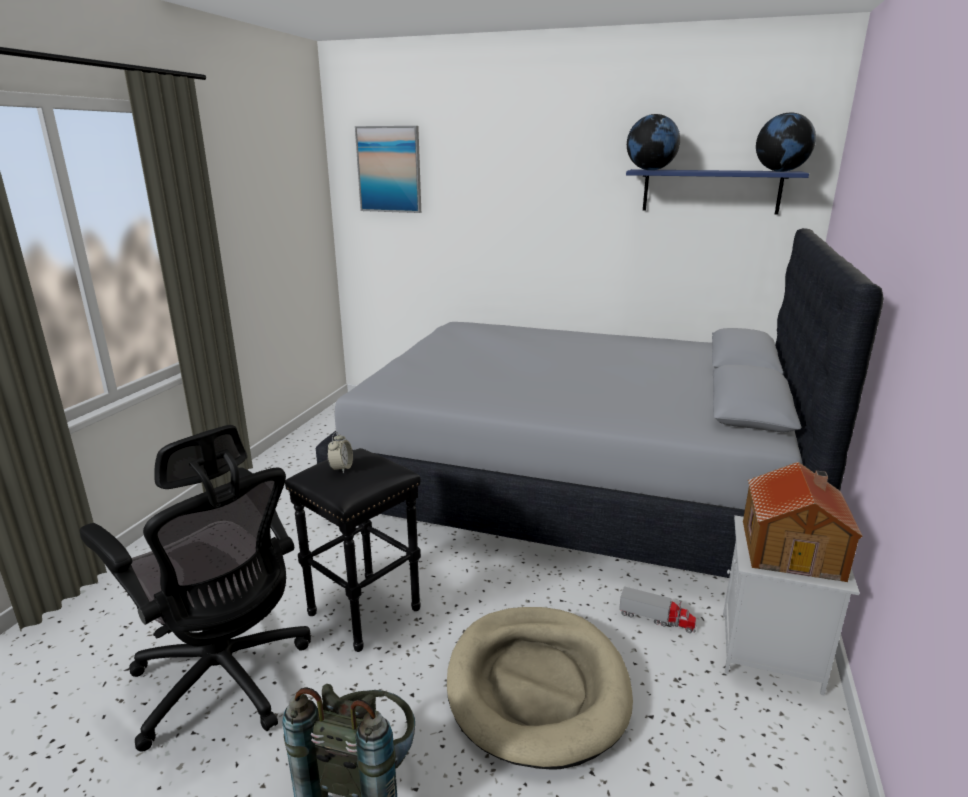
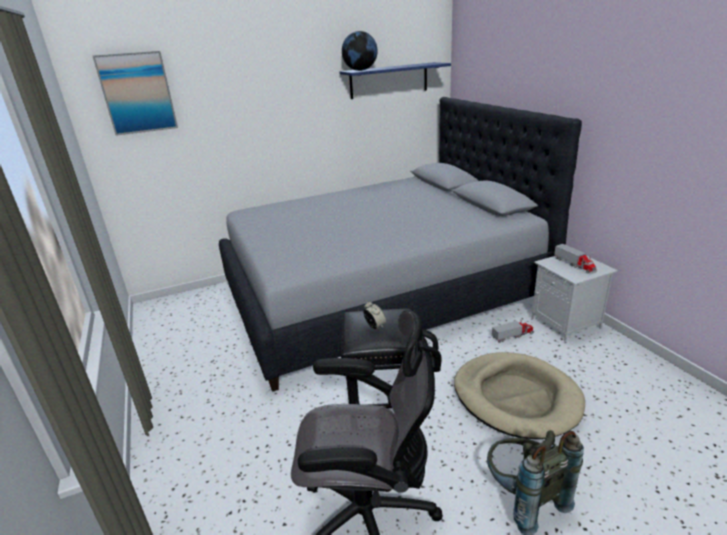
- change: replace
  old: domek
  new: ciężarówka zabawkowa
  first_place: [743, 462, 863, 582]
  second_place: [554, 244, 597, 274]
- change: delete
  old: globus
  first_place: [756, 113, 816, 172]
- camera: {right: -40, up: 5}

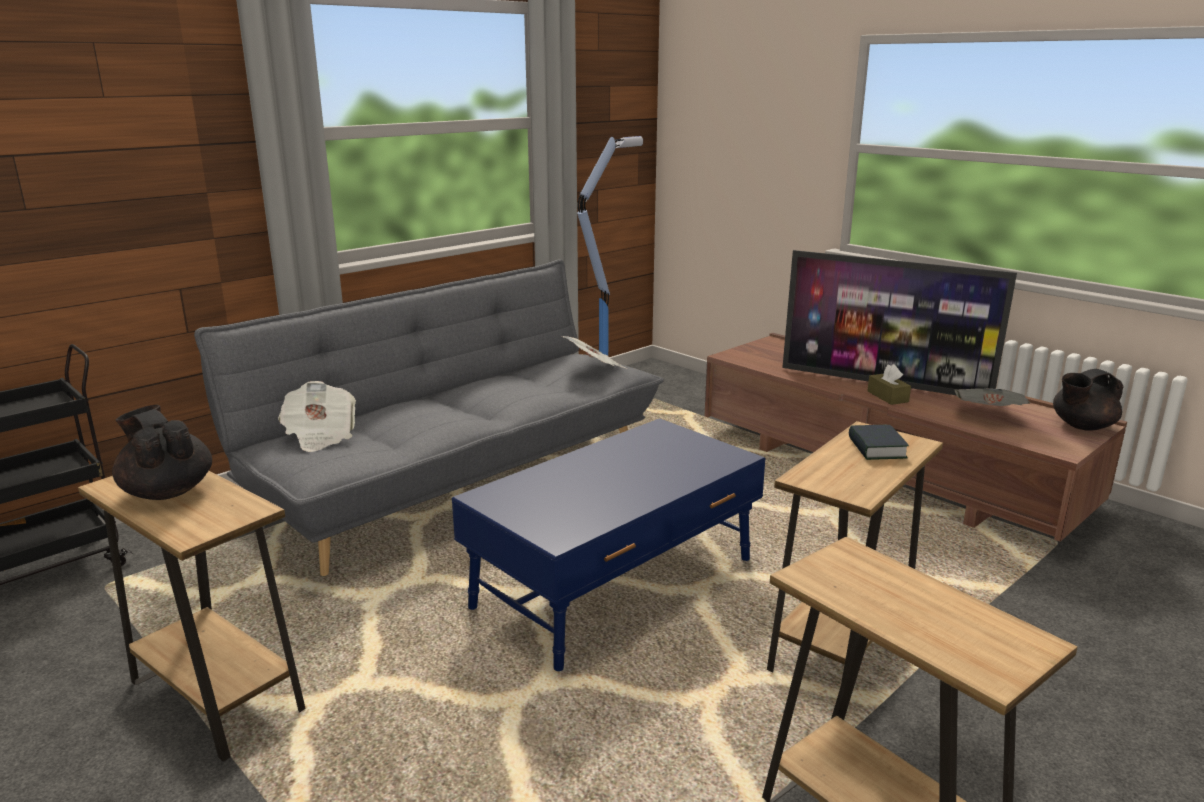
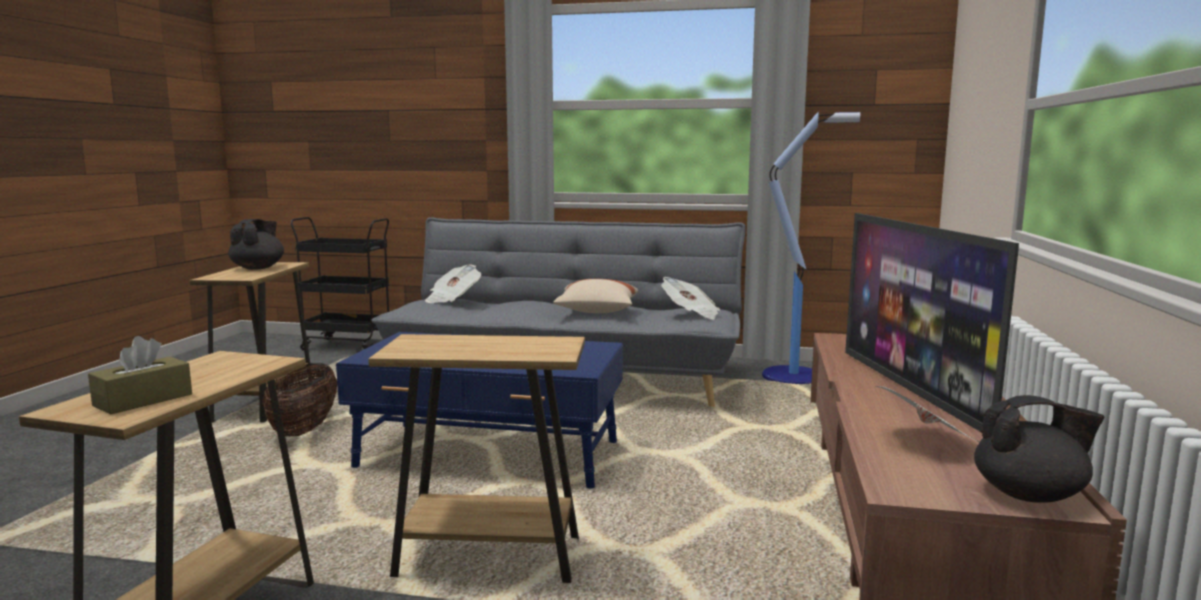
- change: delete
  old: książka
  first_place: [849, 425, 909, 460]
- change: move
  old: pudełko chusteczek (brązowy)
  first_place: [868, 364, 911, 405]
  second_place: [88, 336, 192, 415]
- change: rotate
  old: imbryk (czarny)
  first_place: [1053, 369, 1124, 431]
  second_place: [974, 395, 1104, 503]
  degrees: 150
- change: insert
  new: koszyk
  second_place: [262, 363, 337, 437]
- change: insert
  new: poduszka (beżowy)
  second_place: [553, 279, 638, 313]
- camera: {right: 55, up: -10}

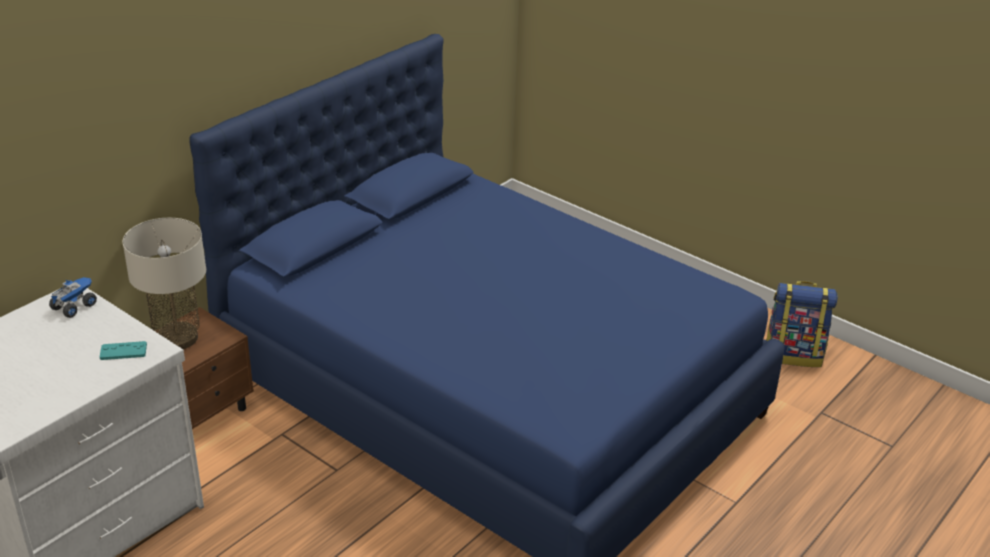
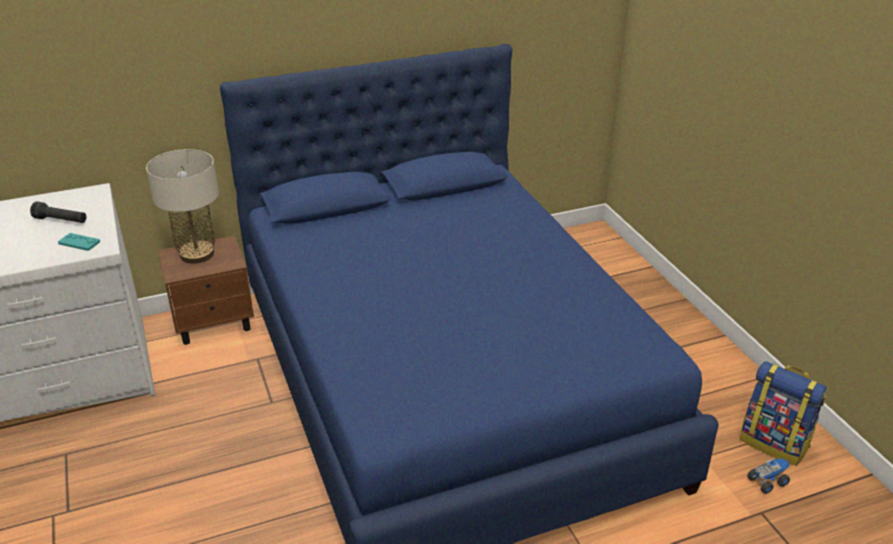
- change: move
  old: ciężarówka zabawkowa
  first_place: [49, 277, 97, 318]
  second_place: [747, 459, 790, 494]
- change: insert
  new: latarka (czarny)
  second_place: [30, 201, 87, 223]
- camera: {right: 30, up: 0}

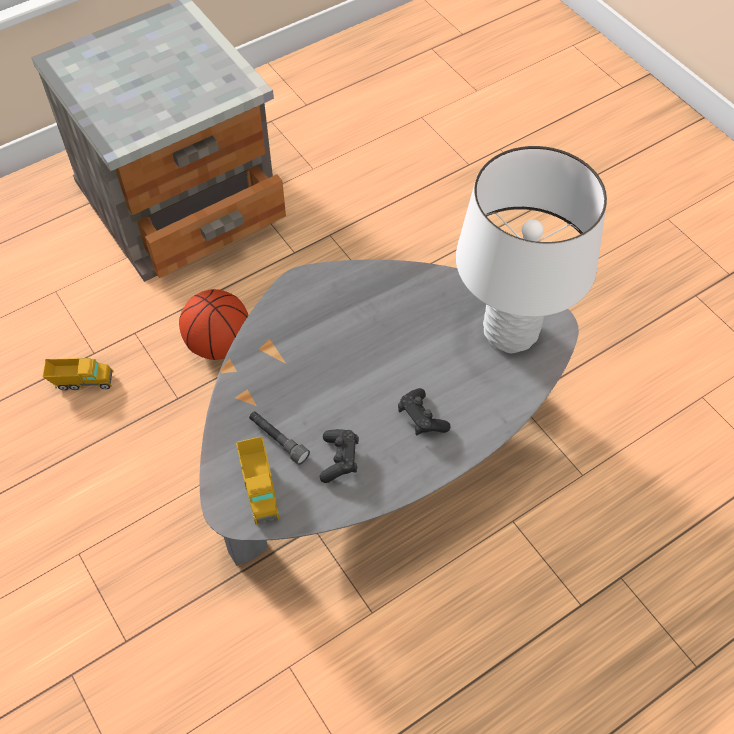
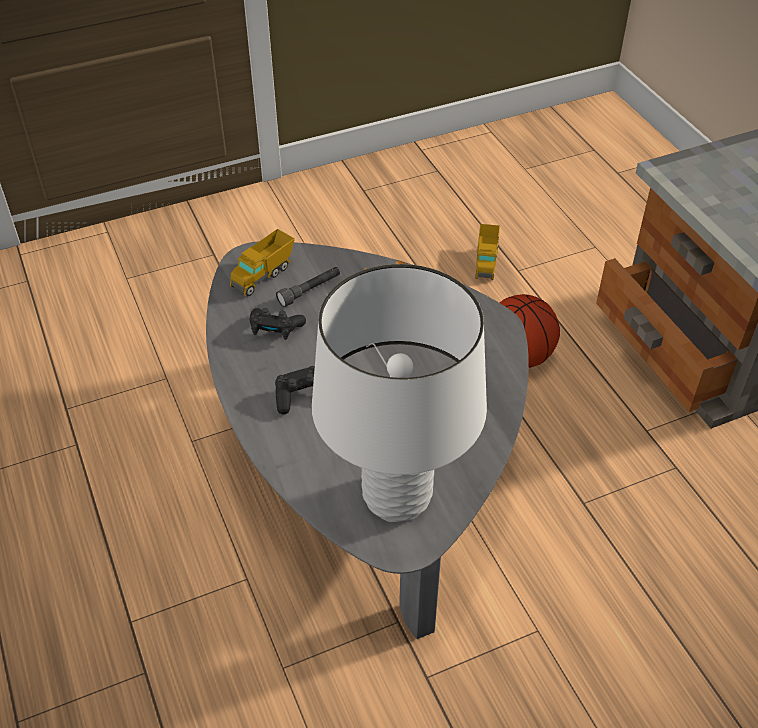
- change: rotate
  old: ciężarówka zabawkowa
  first_place: [236, 436, 279, 525]
  second_place: [230, 229, 295, 296]
  degrees: -45
- camera: {right: 100, up: -10}

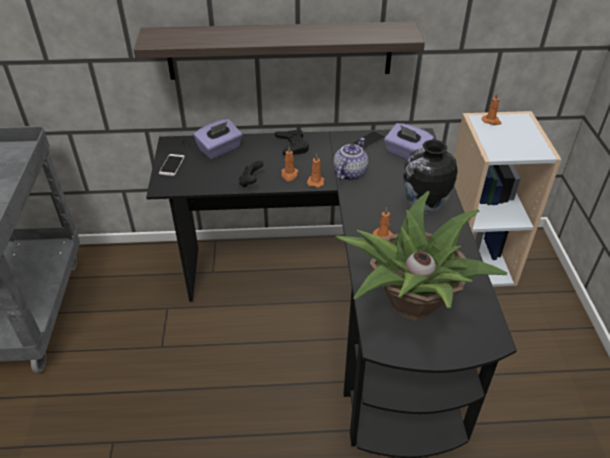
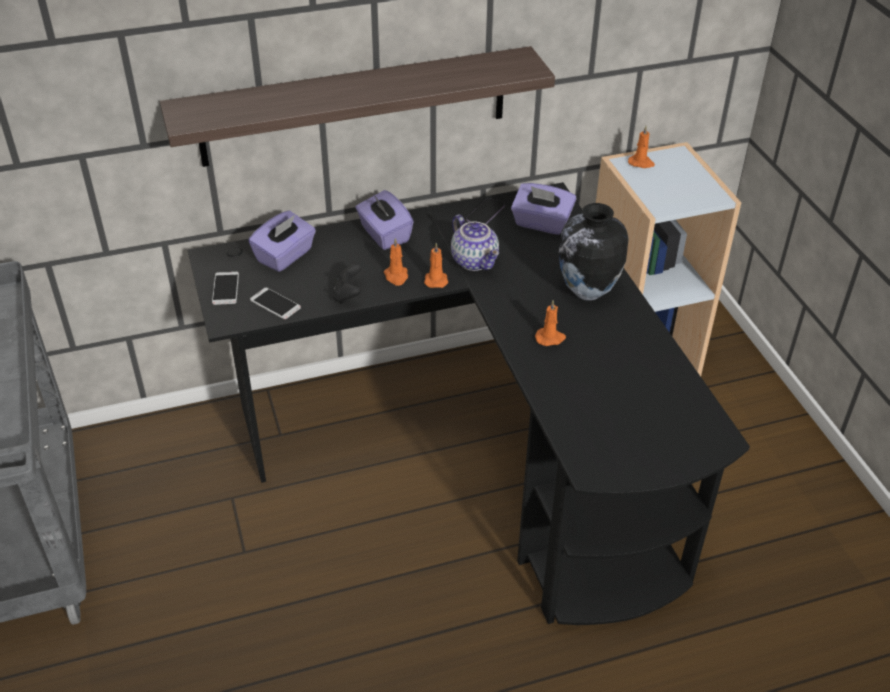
- change: replace
  old: pad do gier (czarny)
  new: pudełko chusteczek (fioletowy)
  first_place: [275, 129, 309, 155]
  second_place: [356, 190, 414, 250]
- change: rotate
  old: imbryk
  first_place: [333, 138, 369, 180]
  second_place: [451, 214, 499, 271]
  degrees: 135
- change: delete
  old: roślina doniczkowa
  first_place: [335, 191, 507, 321]
- change: insert
  new: telefon
  second_place: [250, 288, 301, 319]
- camera: {right: -15, up: 0}

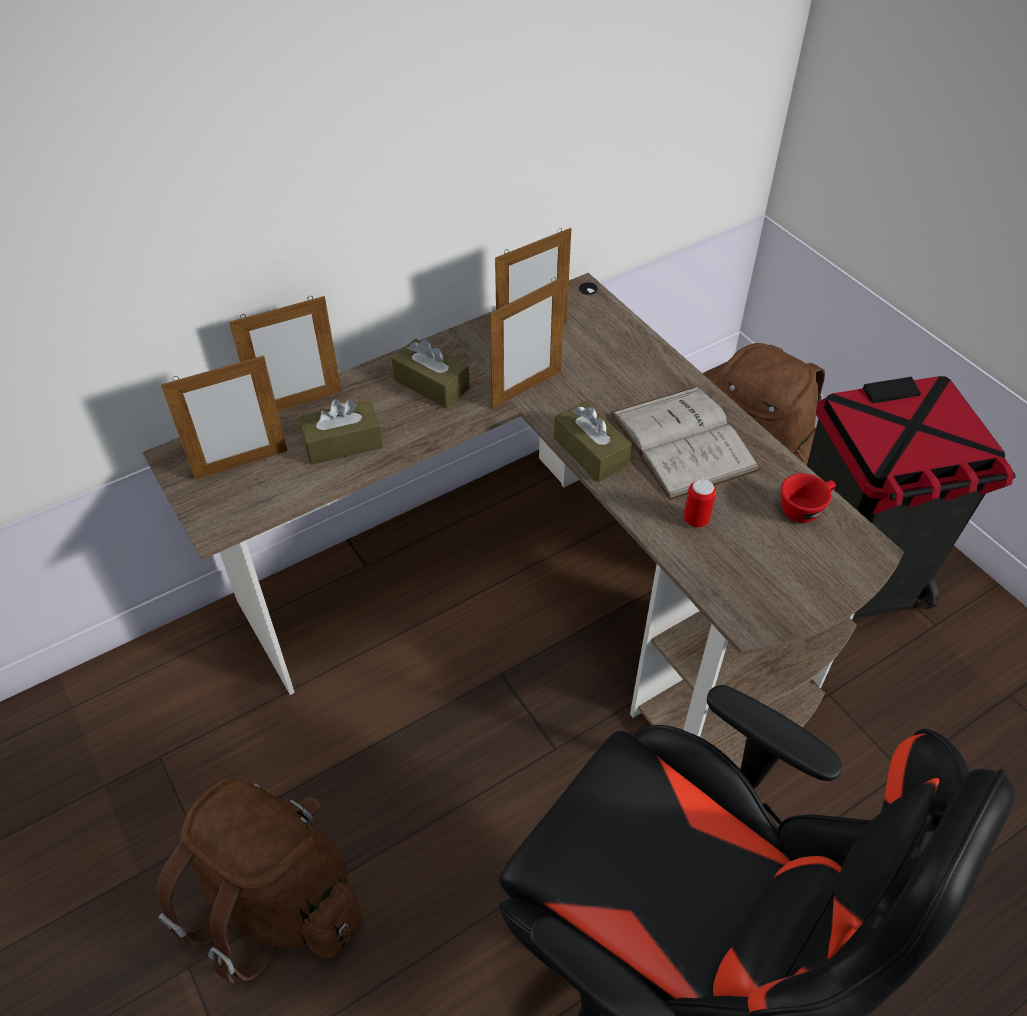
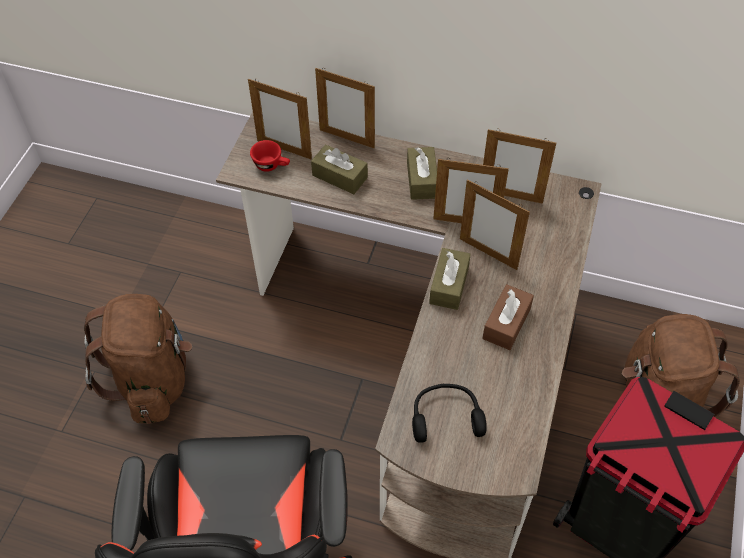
- change: replace
  old: książka (biały)
  new: pudełko chusteczek (brązowy)
  first_place: [611, 387, 760, 500]
  second_place: [482, 284, 534, 350]
- change: delete
  old: puszka
  first_place: [683, 479, 716, 528]
- change: move
  old: filiżanka (czerwony)
  first_place: [781, 473, 836, 523]
  second_place: [250, 140, 290, 172]
- change: insert
  new: słuchawki (czarny)
  second_place: [412, 383, 487, 443]
- change: insert
  new: ramka na zdjęcie
  second_place: [460, 179, 530, 270]
- camera: {right: 50, up: 5}

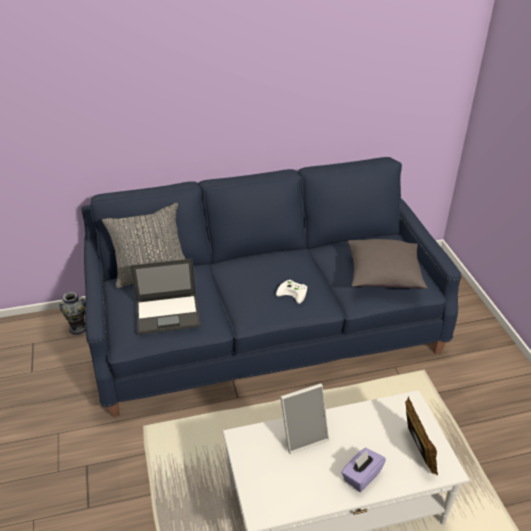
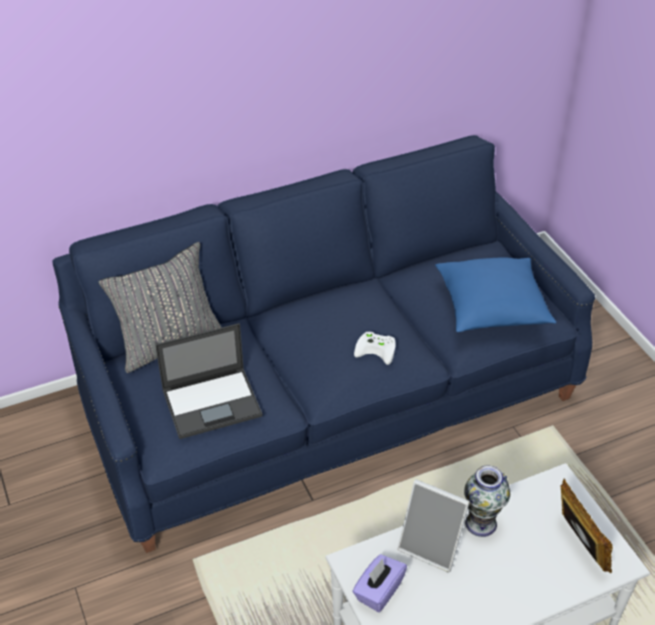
- change: move
  old: wazon
  first_place: [60, 292, 86, 335]
  second_place: [464, 466, 510, 537]
- change: rotate
  old: ramka na zdjęcie
  first_place: [280, 383, 329, 454]
  second_place: [397, 479, 470, 573]
  degrees: 60
- change: move
  old: pudełko chusteczek (fioletowy)
  first_place: [341, 448, 386, 492]
  second_place: [352, 554, 407, 612]
- change: recolor
  old: poduszka (szary)
  new: poduszka (niebieski)
  first_place: [347, 239, 427, 289]
  second_place: [435, 257, 556, 332]
- camera: {right: -10, up: 5}

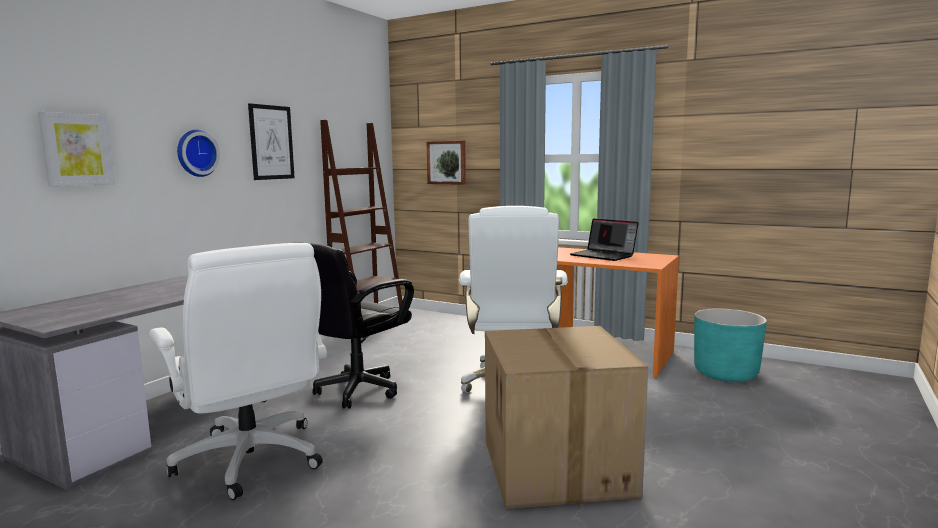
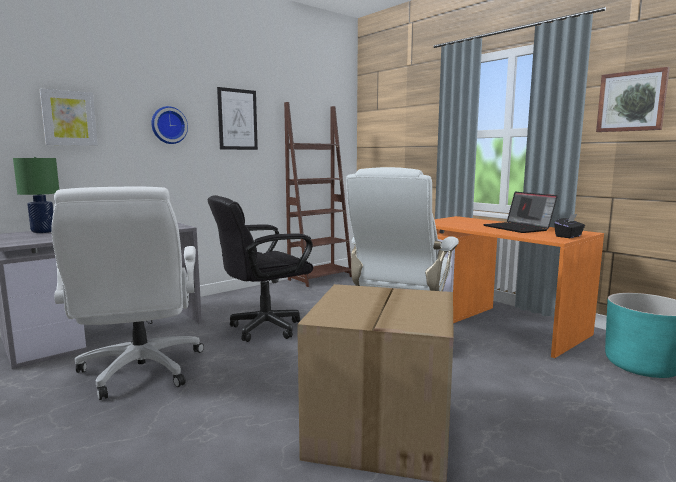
- change: move
  old: obraz
  first_place: [427, 141, 466, 185]
  second_place: [596, 67, 670, 132]
- change: insert
  new: lampa stołowa (zielony)
  second_place: [13, 157, 59, 233]
- change: insert
  new: pudełko chusteczek (czarny)
  second_place: [554, 214, 585, 238]
- camera: {right: 20, up: 0}

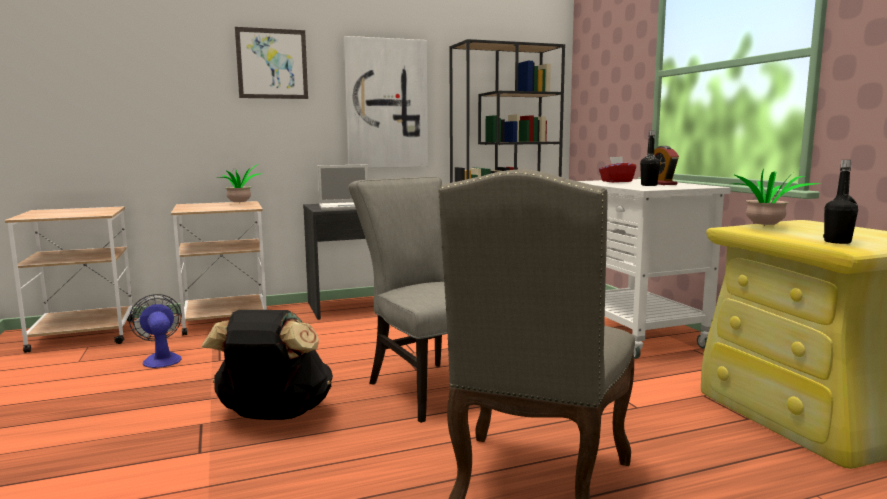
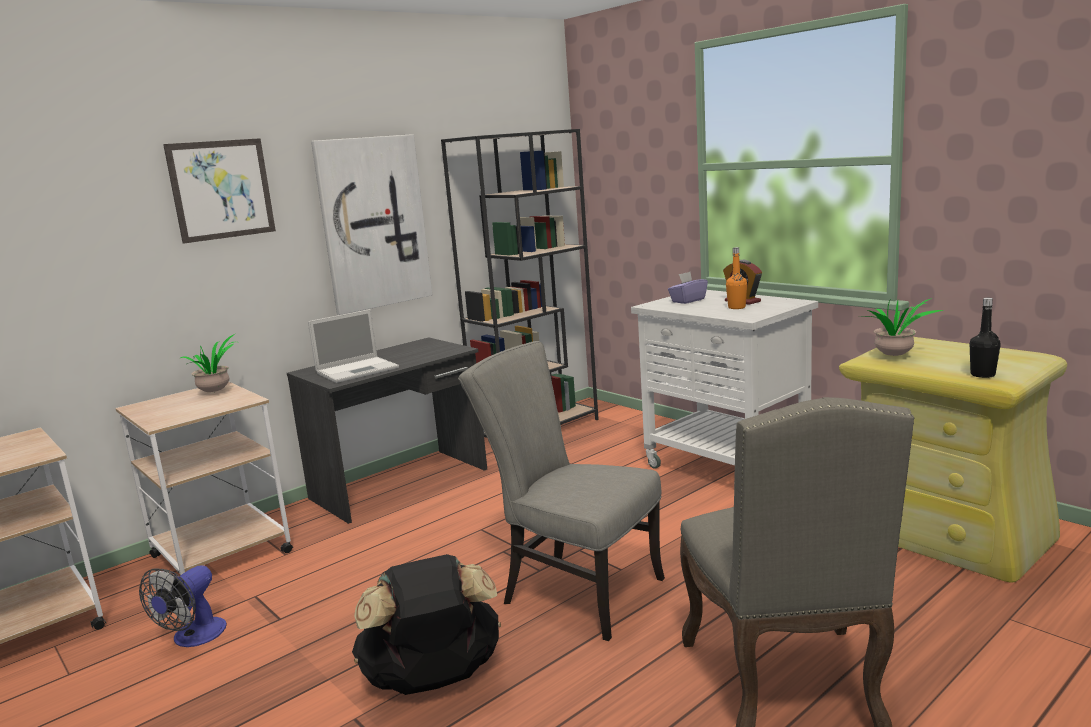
- change: rotate
  old: wentylator
  first_place: [129, 294, 182, 368]
  second_place: [139, 566, 227, 647]
  degrees: -105
- change: recolor
  old: pudełko chusteczek (czerwony)
  new: pudełko chusteczek (fioletowy)
  first_place: [599, 157, 636, 182]
  second_place: [668, 272, 708, 304]
- change: recolor
  old: butelka (czarny)
  new: butelka (pomarańczowy)
  first_place: [640, 130, 660, 186]
  second_place: [726, 247, 747, 309]
- camera: {right: -20, up: 5}

